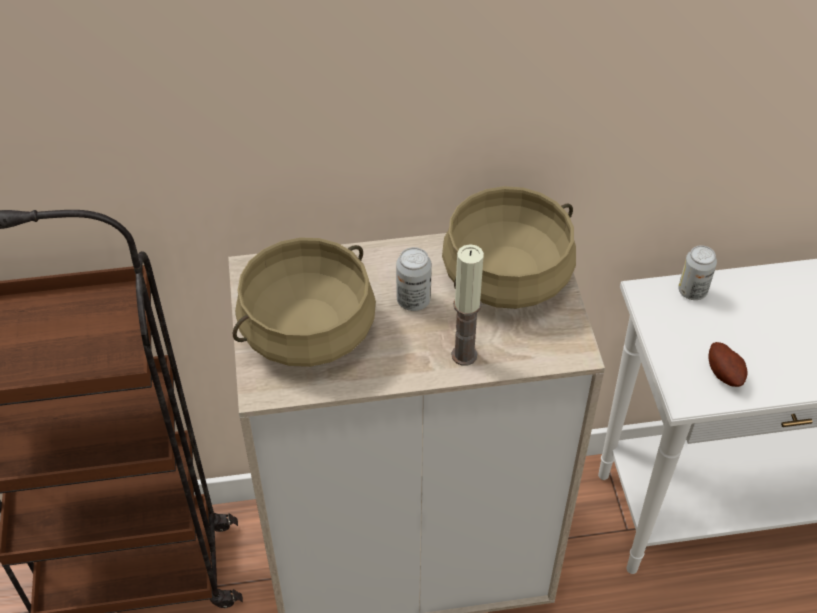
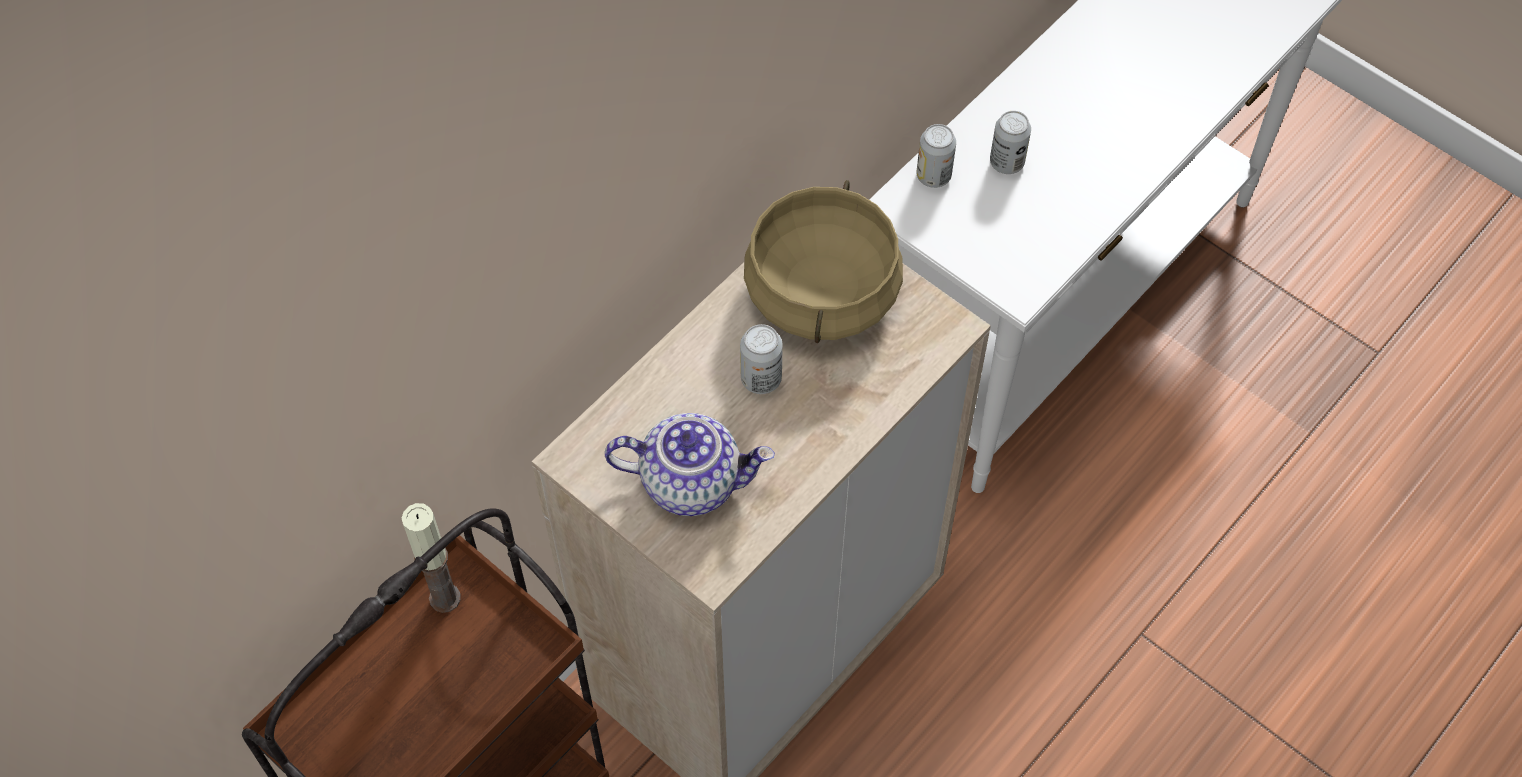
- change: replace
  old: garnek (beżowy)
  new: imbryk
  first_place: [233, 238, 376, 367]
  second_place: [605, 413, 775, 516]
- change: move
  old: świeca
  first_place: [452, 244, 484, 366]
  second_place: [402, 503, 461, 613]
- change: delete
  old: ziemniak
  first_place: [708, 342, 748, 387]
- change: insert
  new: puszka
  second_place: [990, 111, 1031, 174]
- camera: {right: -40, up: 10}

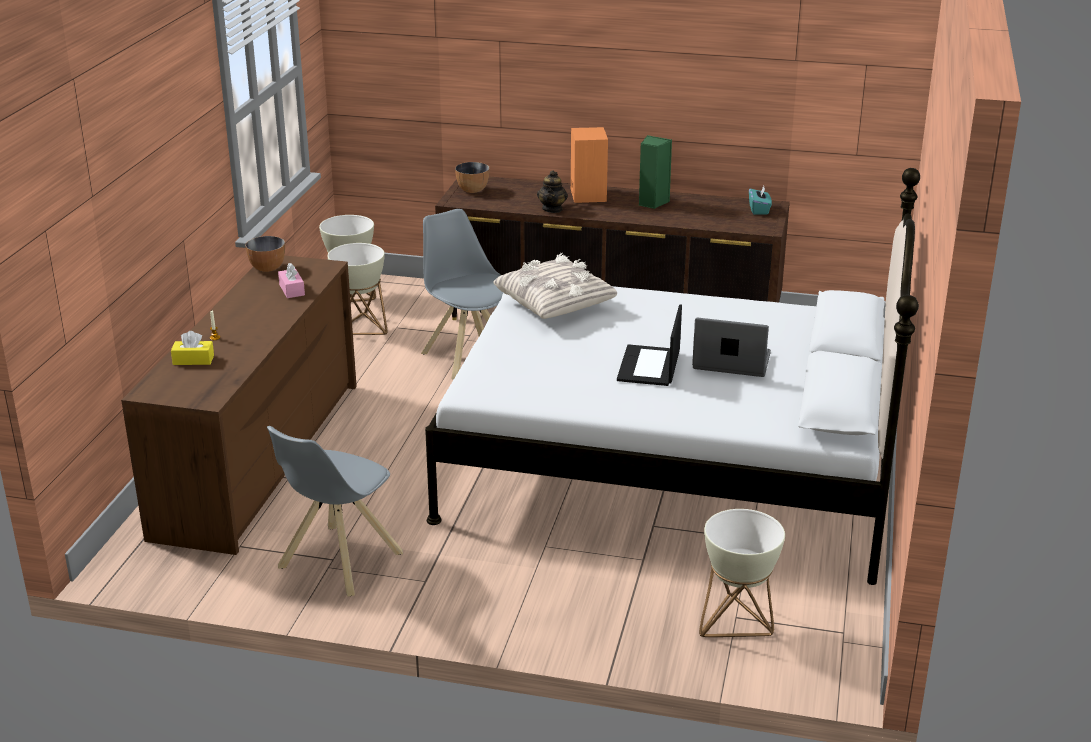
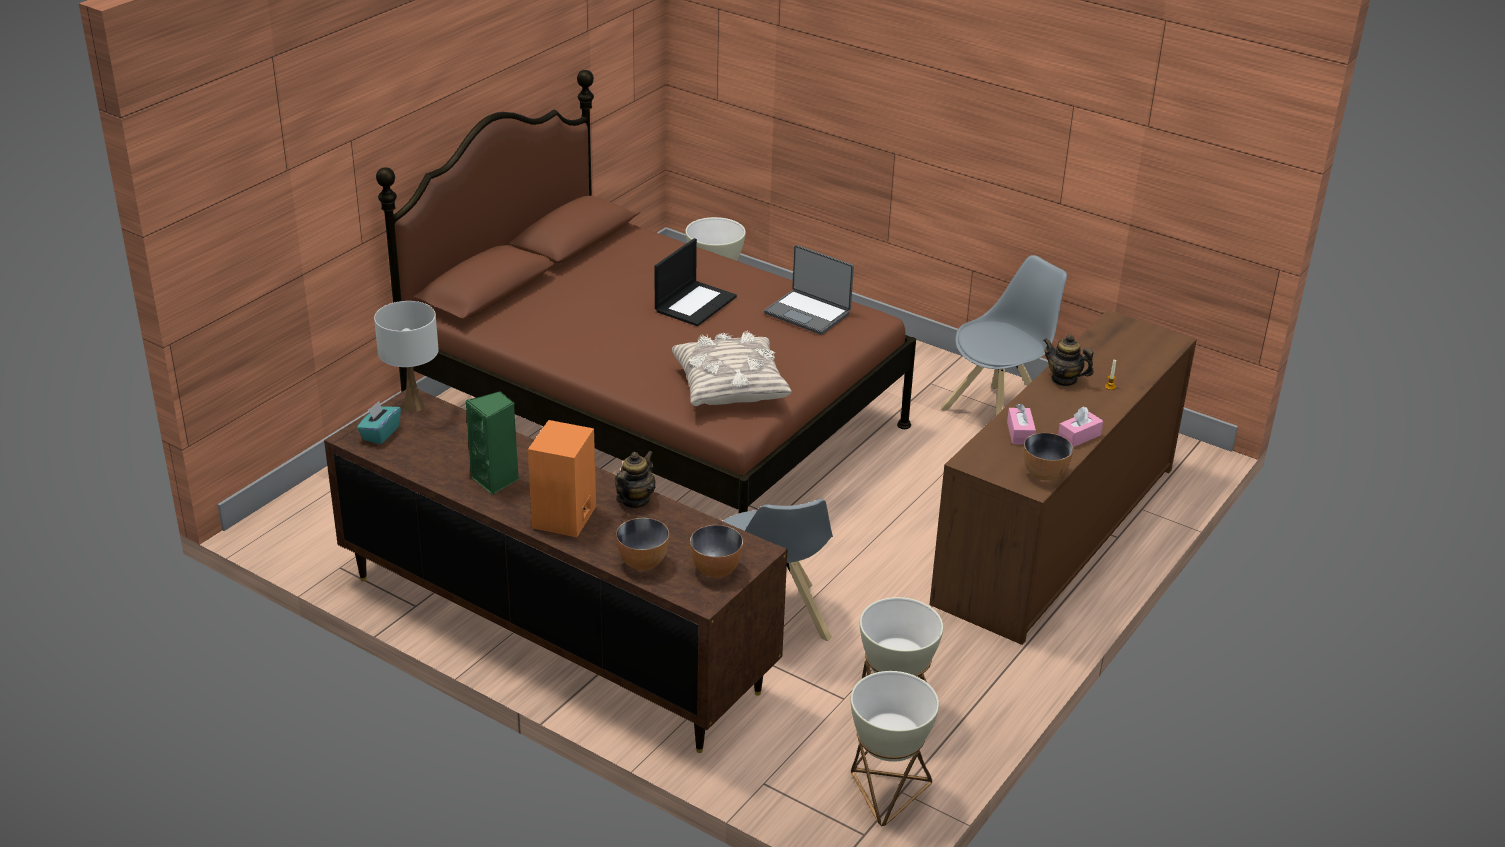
- change: delete
  old: pudełko chusteczek (żółty)
  first_place: [171, 331, 214, 365]
- change: recolor
  old: łóżko (biały)
  new: łóżko (brązowy)
  first_place: [425, 168, 920, 585]
  second_place: [376, 70, 916, 513]
- change: move
  old: laptop
  first_place: [692, 318, 771, 377]
  second_place: [764, 245, 854, 335]
- change: insert
  new: lampa stołowa (biały)
  second_place: [374, 301, 439, 412]
- change: insert
  new: miska
  second_place: [616, 518, 669, 570]
- change: insert
  new: imbryk
  second_place: [1043, 334, 1094, 387]
- change: insert
  new: pudełko chusteczek (różowy)
  second_place: [1058, 406, 1103, 447]
- camera: {right: -160, up: 5}

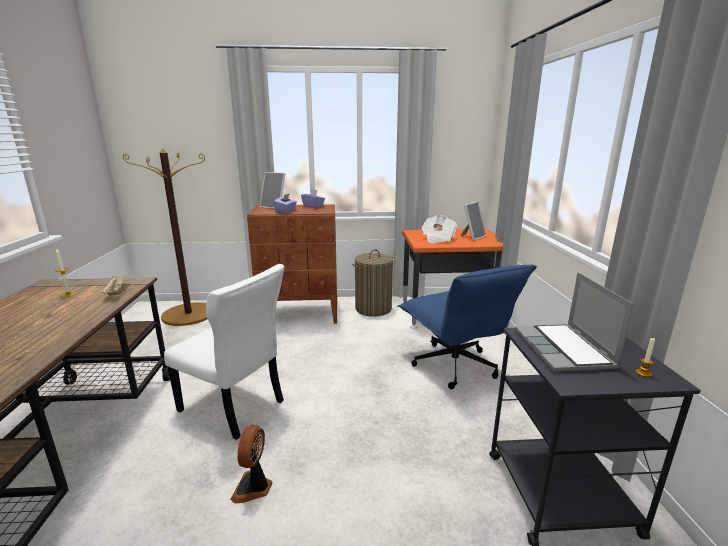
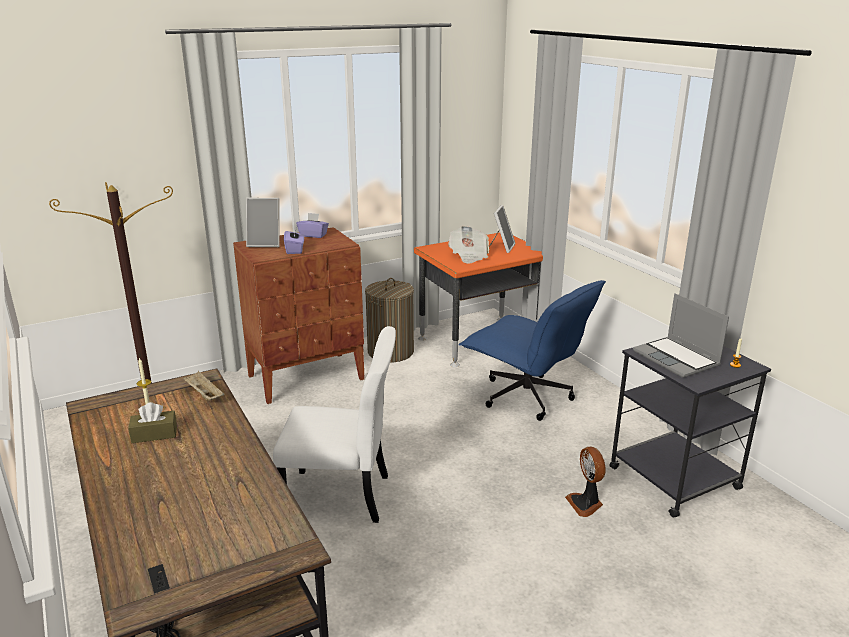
- change: move
  old: wentylator
  first_place: [230, 425, 273, 504]
  second_place: [565, 447, 606, 517]
- change: insert
  new: pudełko chusteczek (brązowy)
  second_place: [128, 402, 177, 443]
- camera: {right: -25, up: 5}

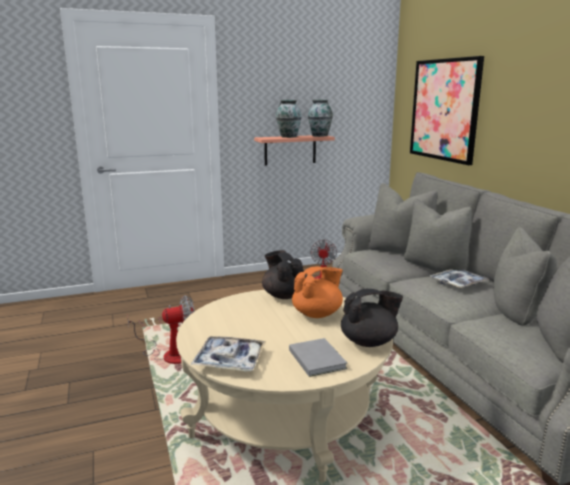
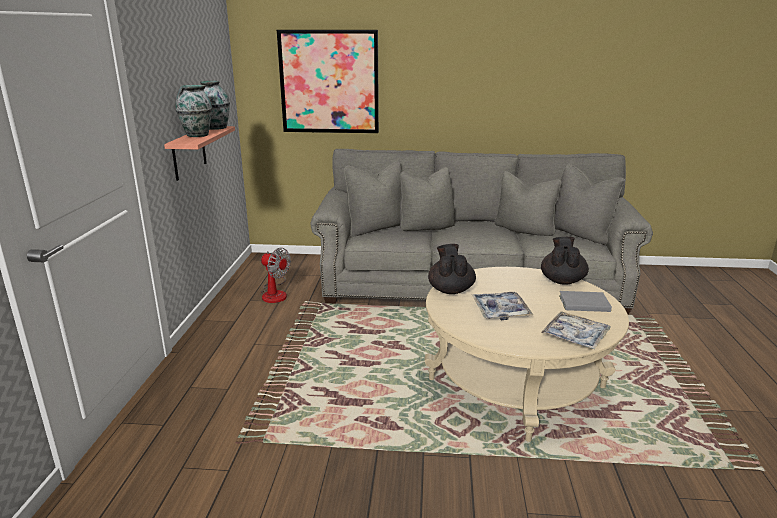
- change: delete
  old: wentylator
  first_place: [127, 295, 195, 364]
- change: rotate
  old: imbryk (czarny)
  first_place: [262, 250, 307, 299]
  second_place: [428, 244, 476, 294]
  degrees: 90
- change: delete
  old: imbryk (pomarańczowy)
  first_place: [292, 267, 343, 318]
- change: move
  old: taca
  first_place: [429, 269, 490, 289]
  second_place: [472, 292, 533, 320]
- camera: {right: -65, up: 5}

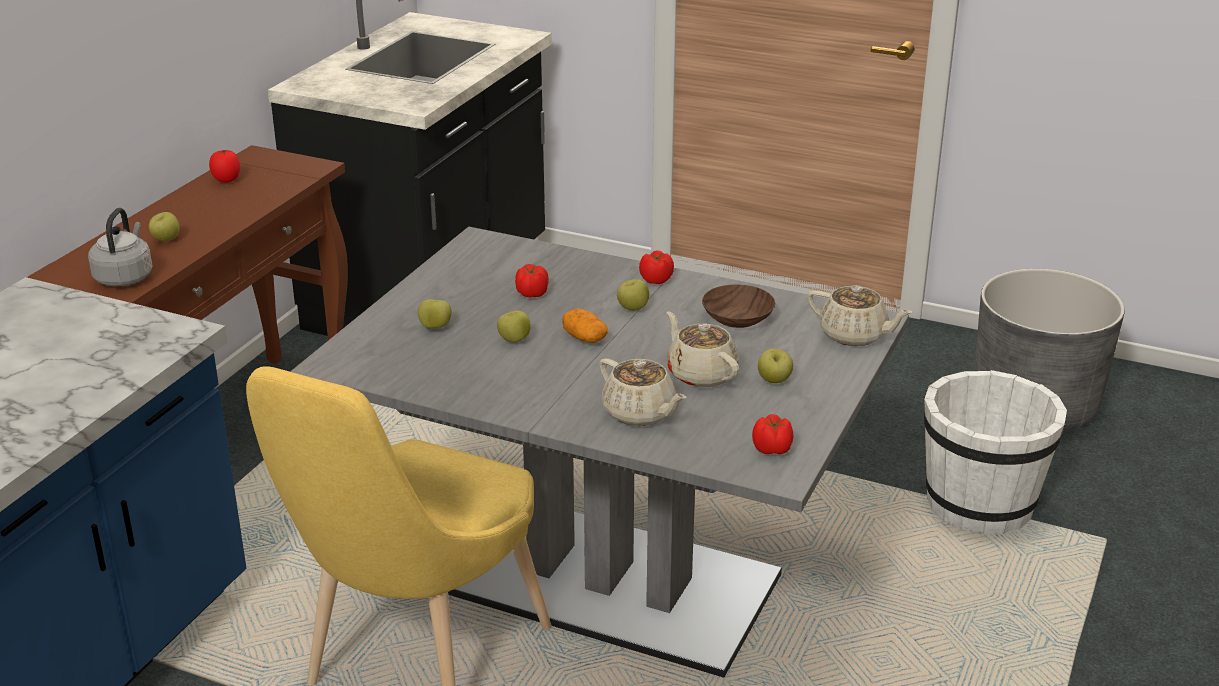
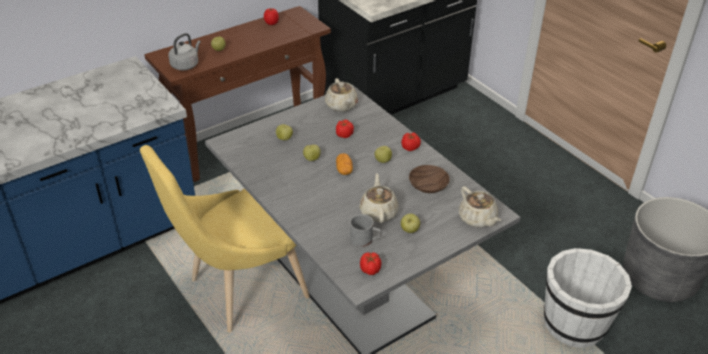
- change: move
  old: imbryk (beżowy)
  first_place: [599, 358, 686, 426]
  second_place: [325, 78, 358, 112]
- change: insert
  new: kubek (szary)
  second_place: [350, 214, 382, 247]
- camera: {right: 30, up: 10}

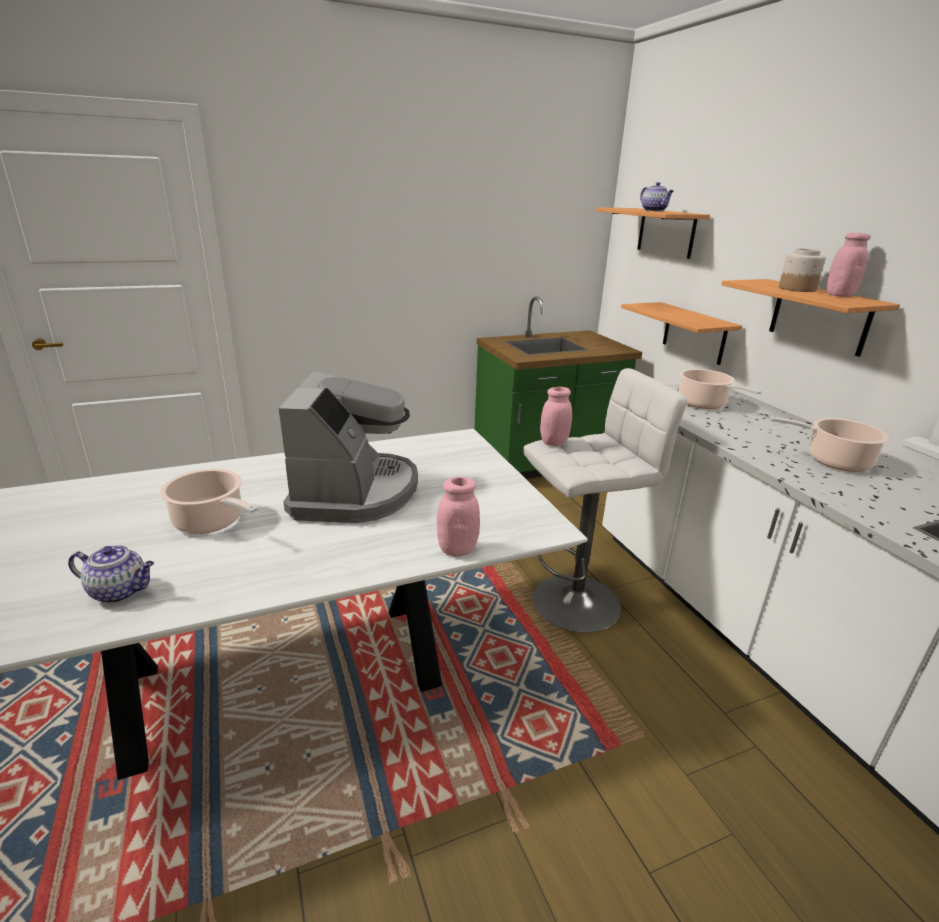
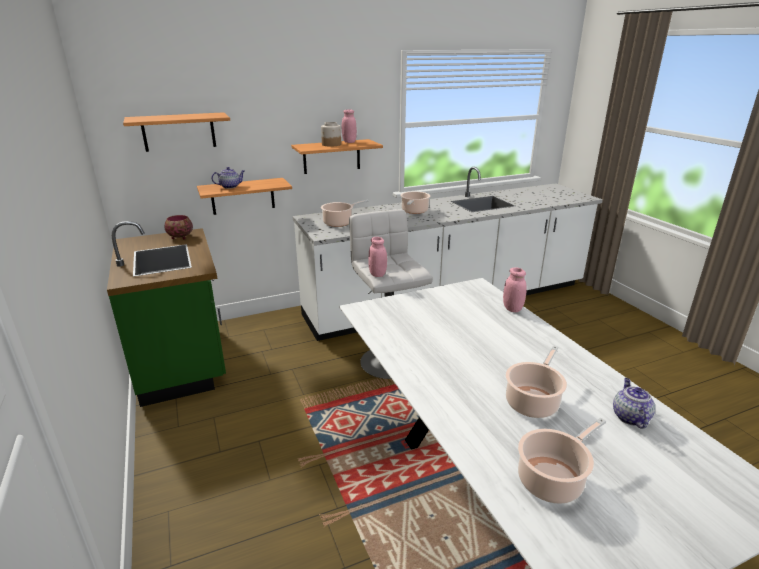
- change: delete
  old: ekspres do kawy
  first_place: [279, 371, 418, 523]
- change: move
  old: imbryk
  first_place: [640, 182, 674, 211]
  second_place: [212, 167, 245, 189]
- change: insert
  new: miska
  second_place: [164, 215, 193, 239]
- change: insert
  new: garnek
  second_place: [518, 418, 606, 504]
- camera: {right: -90, up: 0}

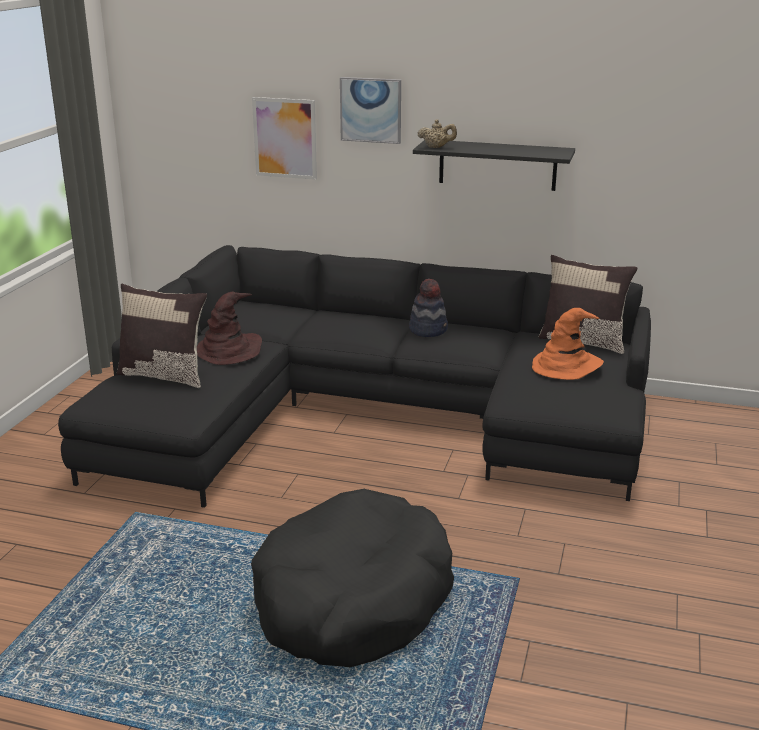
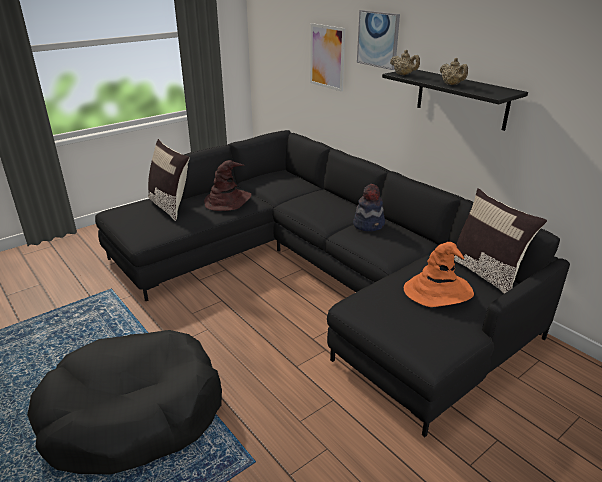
- change: insert
  new: imbryk (beżowy)
  second_place: [440, 58, 468, 85]
- camera: {right: 35, up: 5}

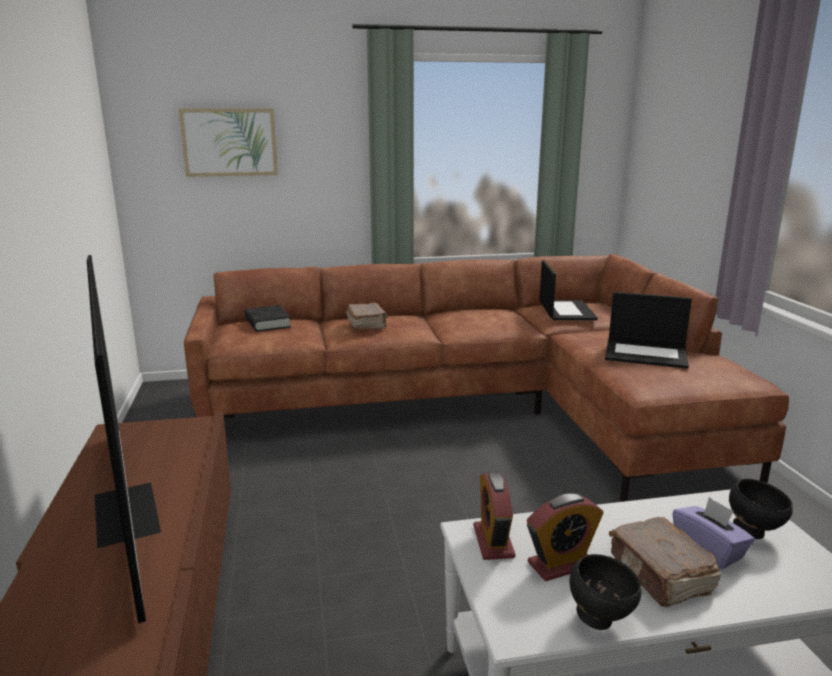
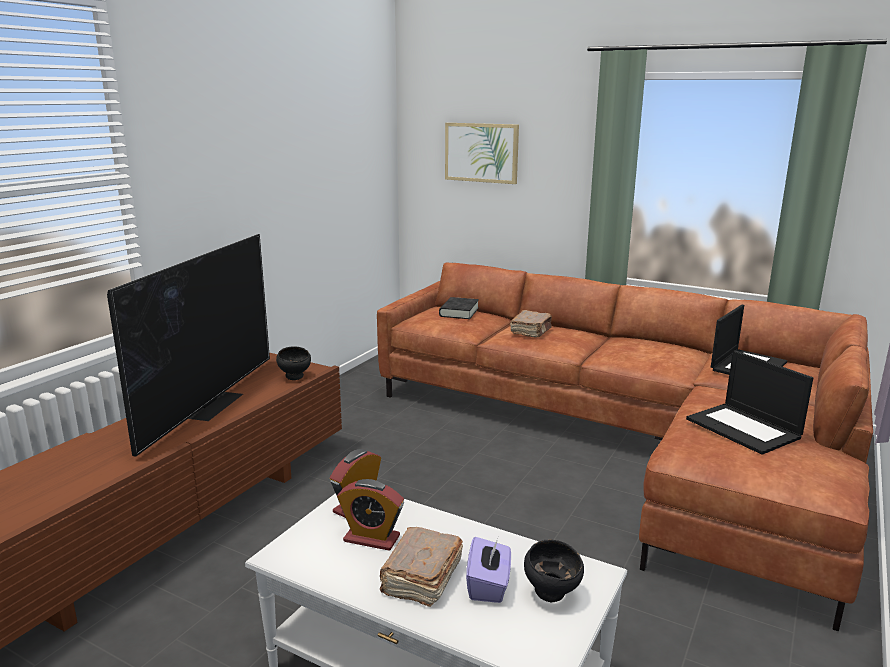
- change: move
  old: miska (czarny)
  first_place: [570, 554, 641, 630]
  second_place: [276, 347, 311, 380]
- camera: {right: 40, up: 0}

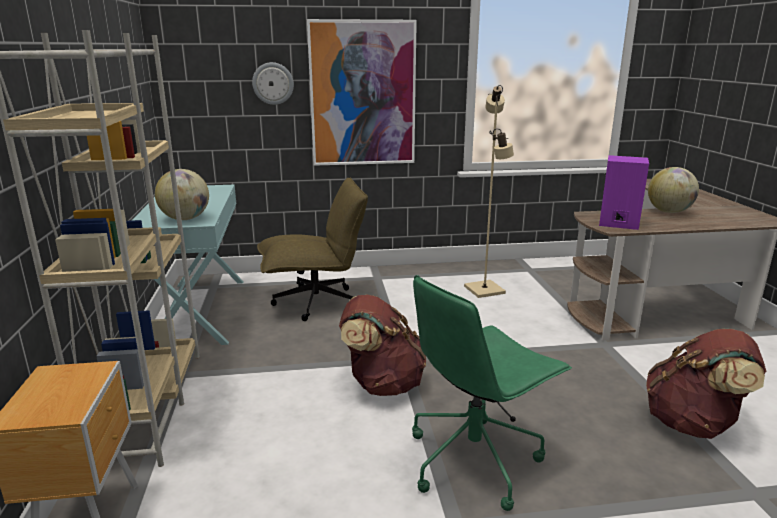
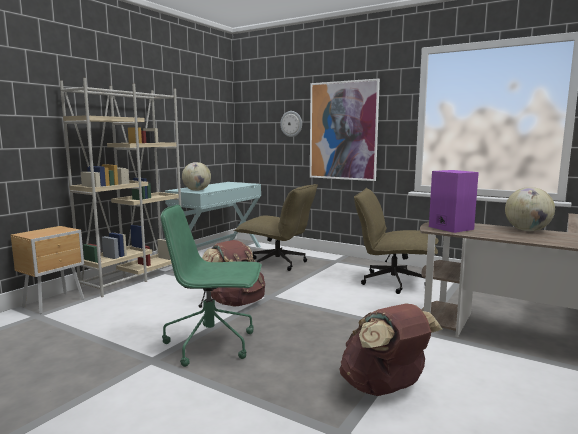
- change: replace
  old: lampa stojąca (beżowy)
  new: krzesło biurowe (beżowy)
  first_place: [464, 85, 514, 298]
  second_place: [354, 188, 439, 294]
- camera: {right: 40, up: -10}

